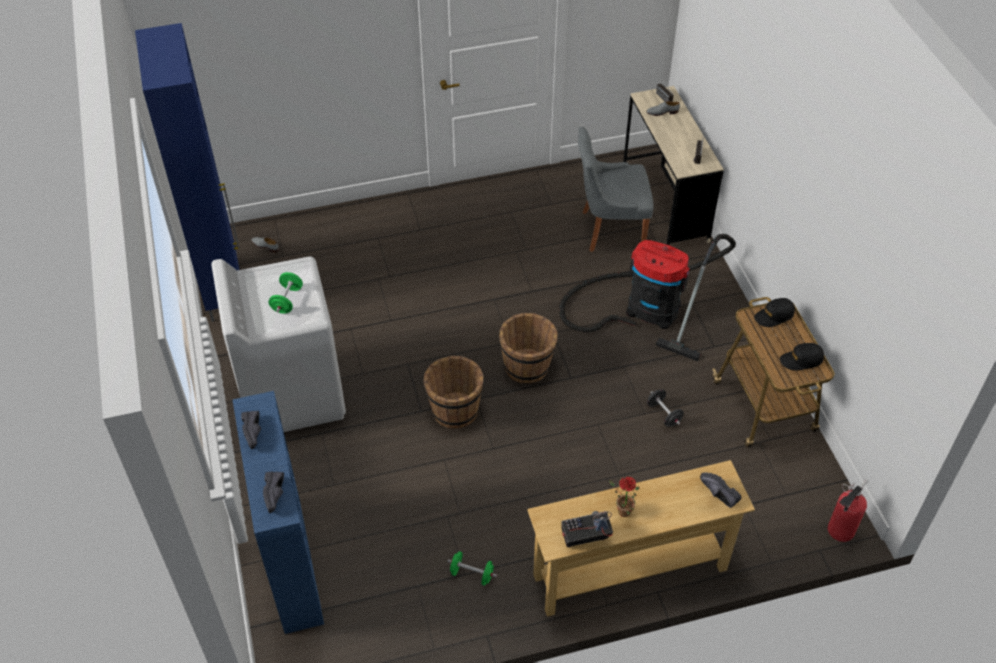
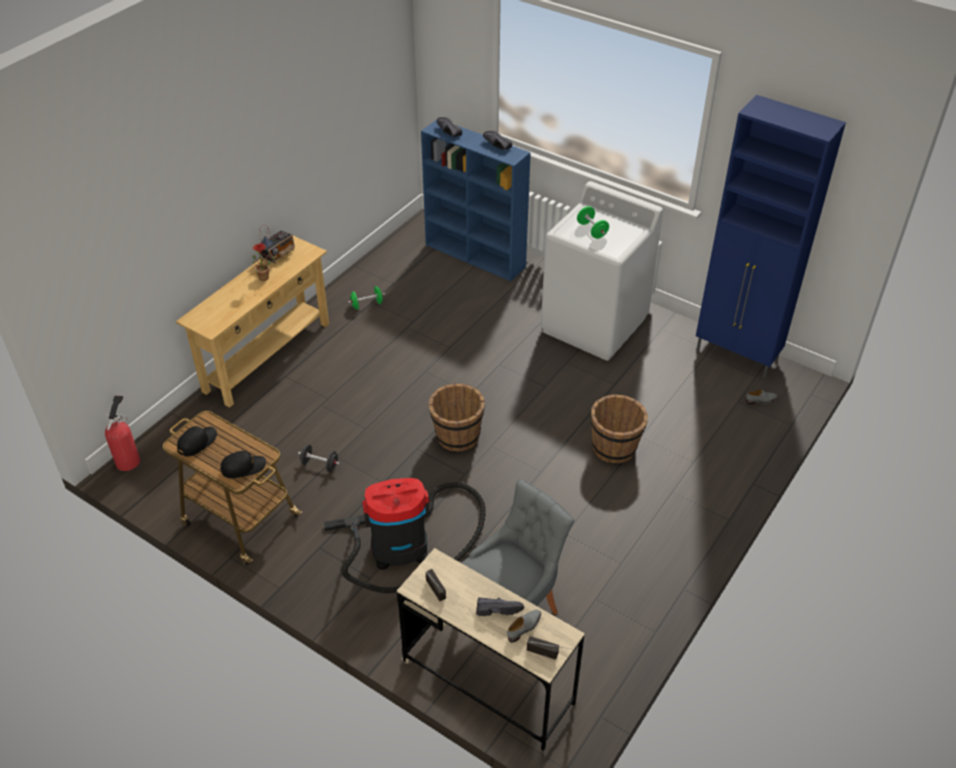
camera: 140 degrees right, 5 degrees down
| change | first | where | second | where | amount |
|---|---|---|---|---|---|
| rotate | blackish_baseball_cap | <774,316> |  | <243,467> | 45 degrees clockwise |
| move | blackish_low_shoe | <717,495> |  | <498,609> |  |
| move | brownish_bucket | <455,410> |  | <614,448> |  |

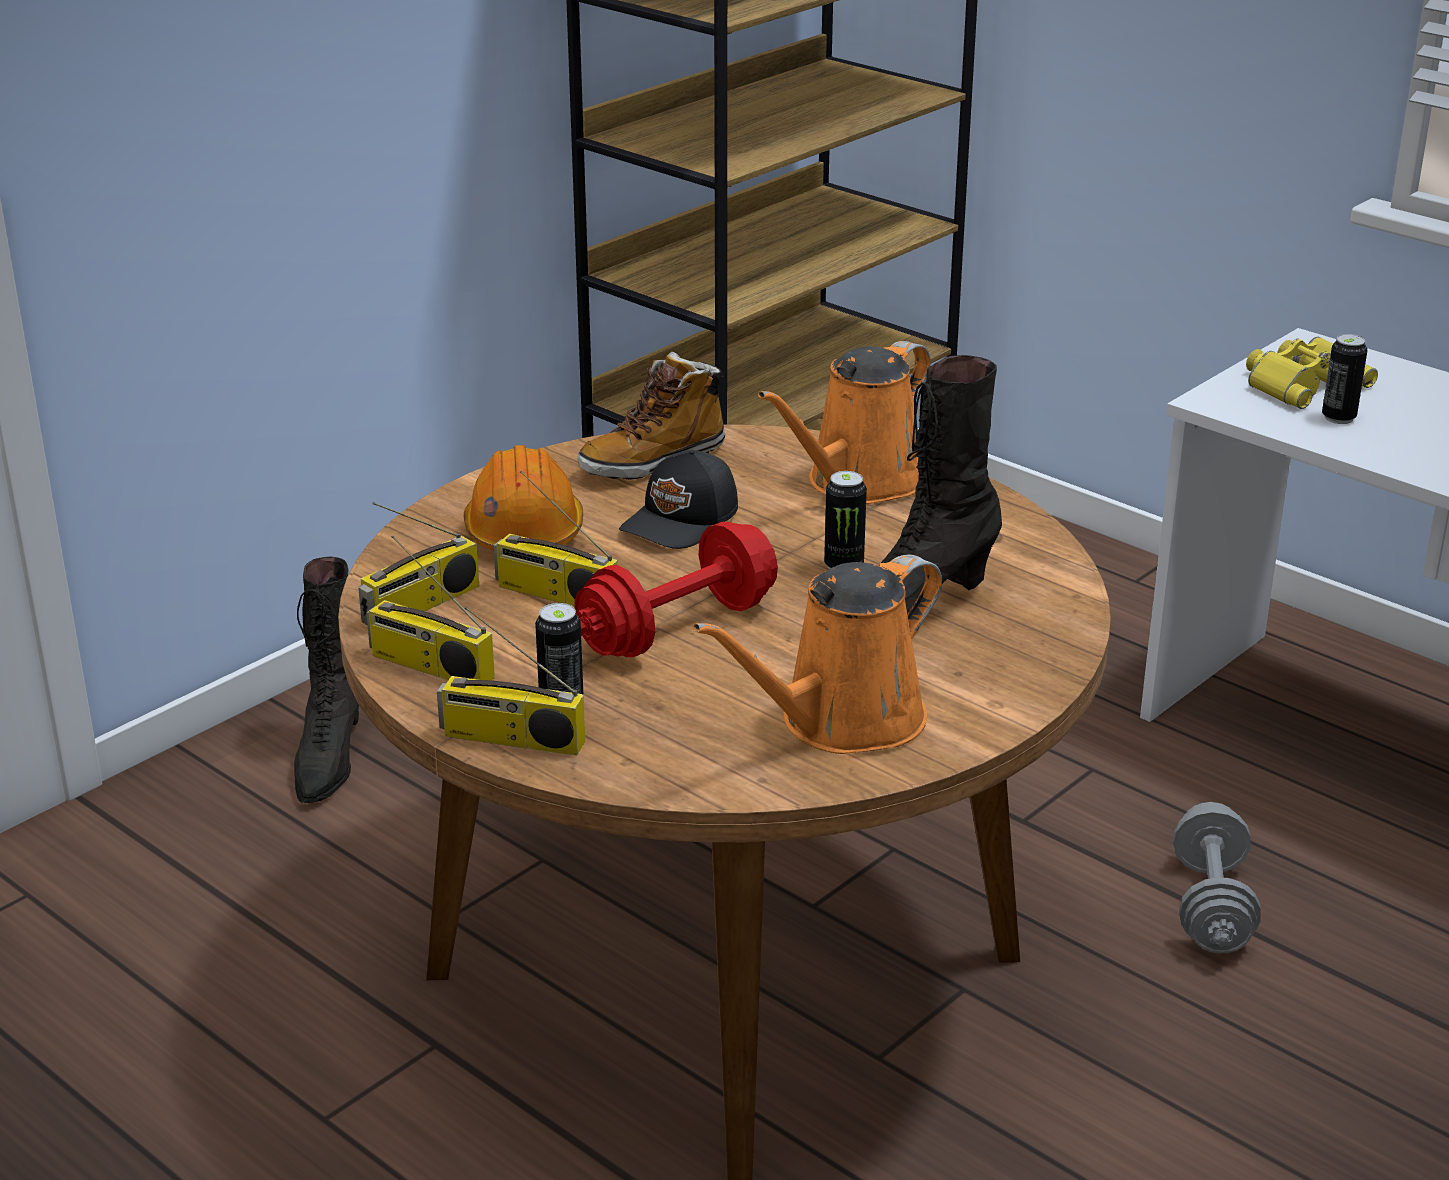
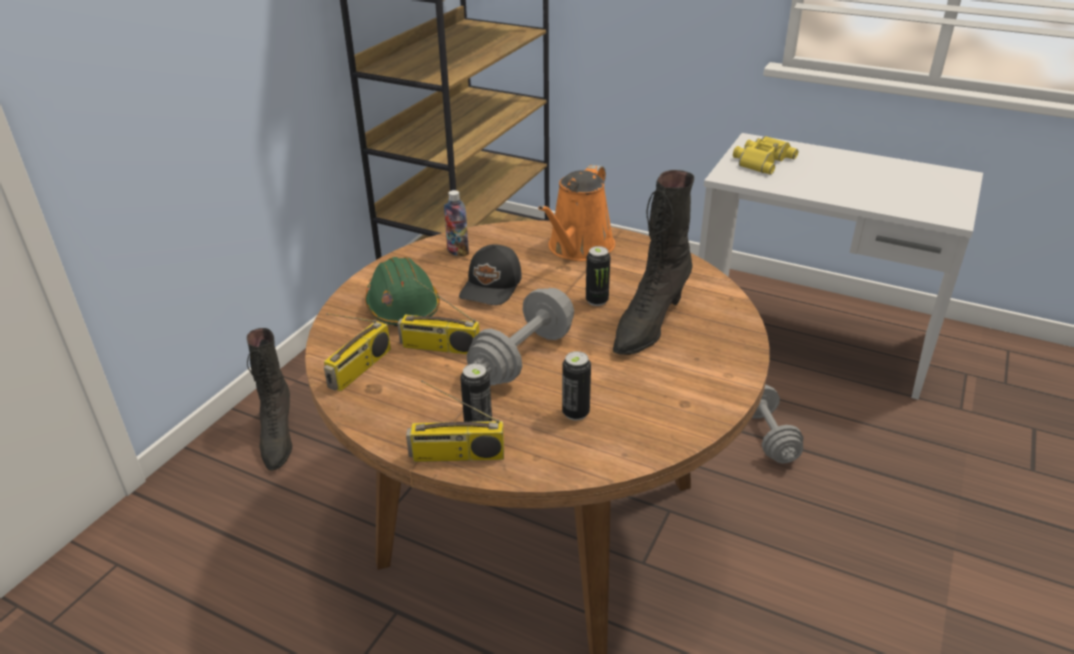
camera: 15 degrees left, 5 degrees up
| change | first | where | second | where | amount |
|---|---|---|---|---|---|
| recolor | orange_safety_helmet | <524,531> | green_safety_helmet | <402,307> |  |
| replace | tall_boot | <653,461> | bottle | <458,252> |  |
| recolor | red_hand_weight | <677,628> | greyish_hand_weight | <522,357> |  |
| move | can | <1338,418> |  | <575,413> |  |
| delete | radio_set | <429,667> |  |  |  |
| delete | orange_watering_can | <841,722> |  |  |  |

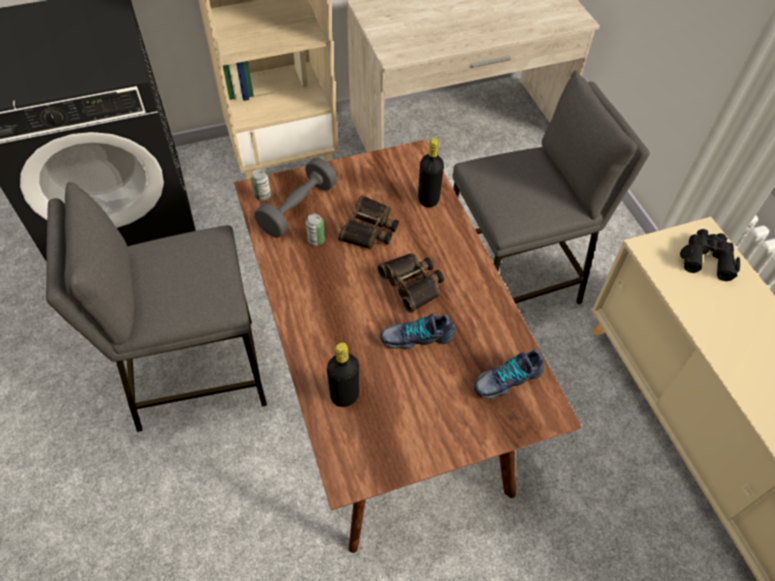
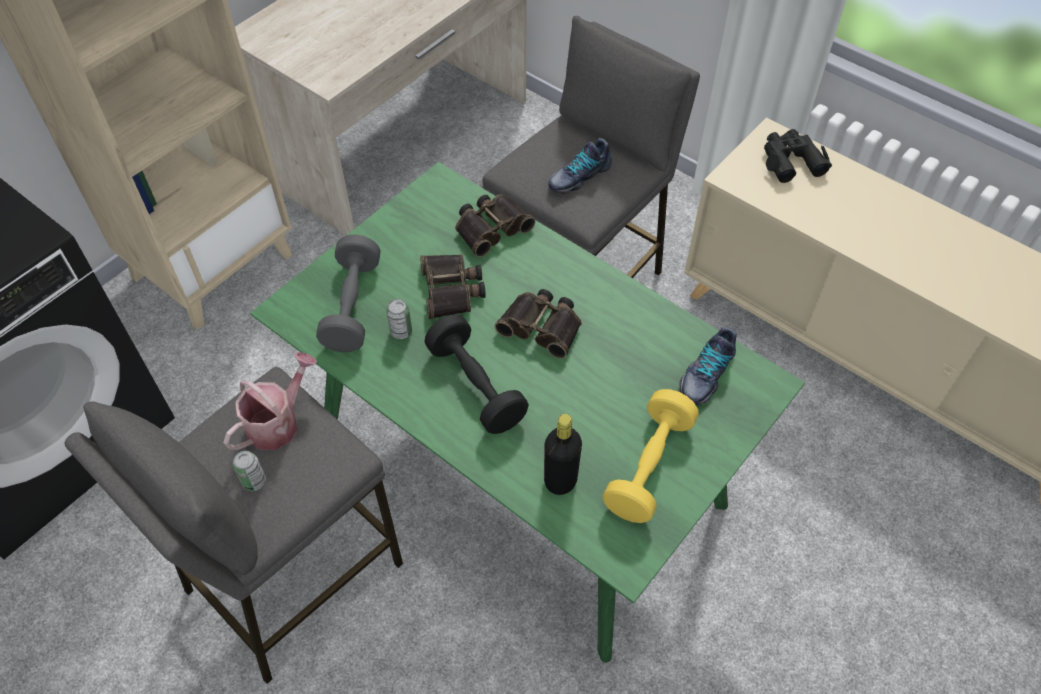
camera: 30 degrees left, 0 degrees up
| change | first | where | second | where | amount |
|---|---|---|---|---|---|
| insert |  |  | watering_can | <278,422> |  |
| move | can | <263,196> |  | <254,481> |  |
| recolor | brownish_dining_table | <386,388> | green_dining_table | <523,469> |  |
| insert |  |  | blackish_hand_weight | <476,386> |  |
| replace | blackish_bottle | <428,199> | pair_of_binoculars | <491,227> |  |
| move | low_shoe | <417,336> |  | <578,176> |  |
| insert |  |  | yellow-coloured_hand_weight | <649,466> |  |

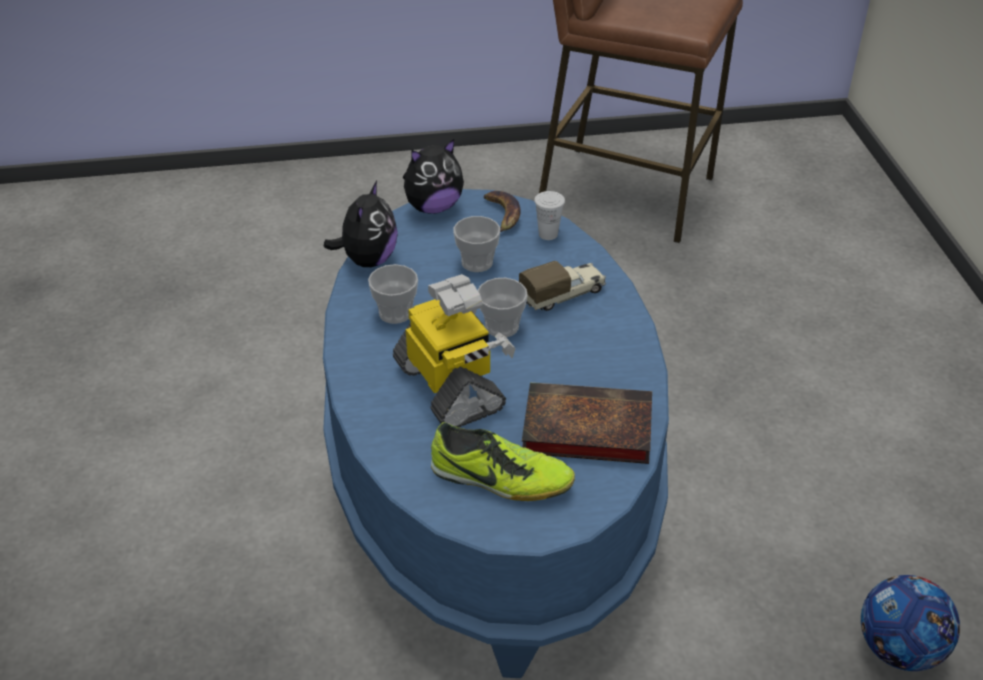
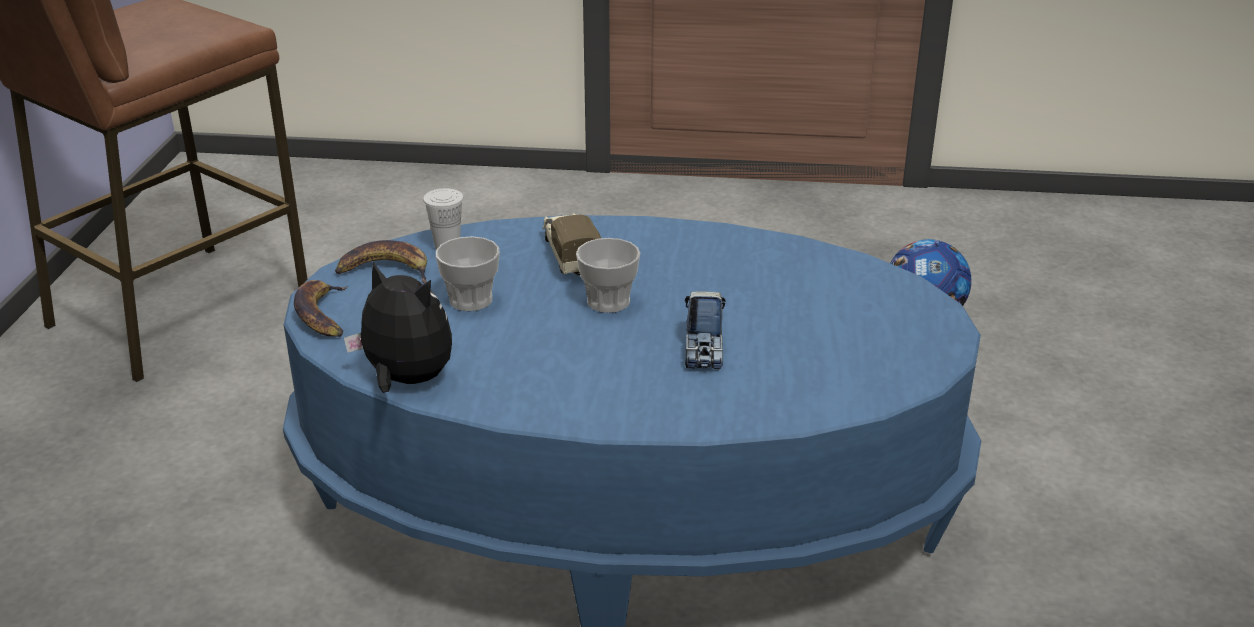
camera: 75 degrees left, 10 degrees down
| change | first | where | second | where | amount |
|---|---|---|---|---|---|
| replace | cuddly_toy | <433,207> | banana_fruit | <322,315> |  |
| replace | toy_robot | <451,387> | toy_lorry | <704,349> |  |
| delete | drinking_cup | <395,313> |  |  |  |
| delete | low_shoe | <500,479> |  |  |  |
| delete | book | <583,429> |  |  |  |

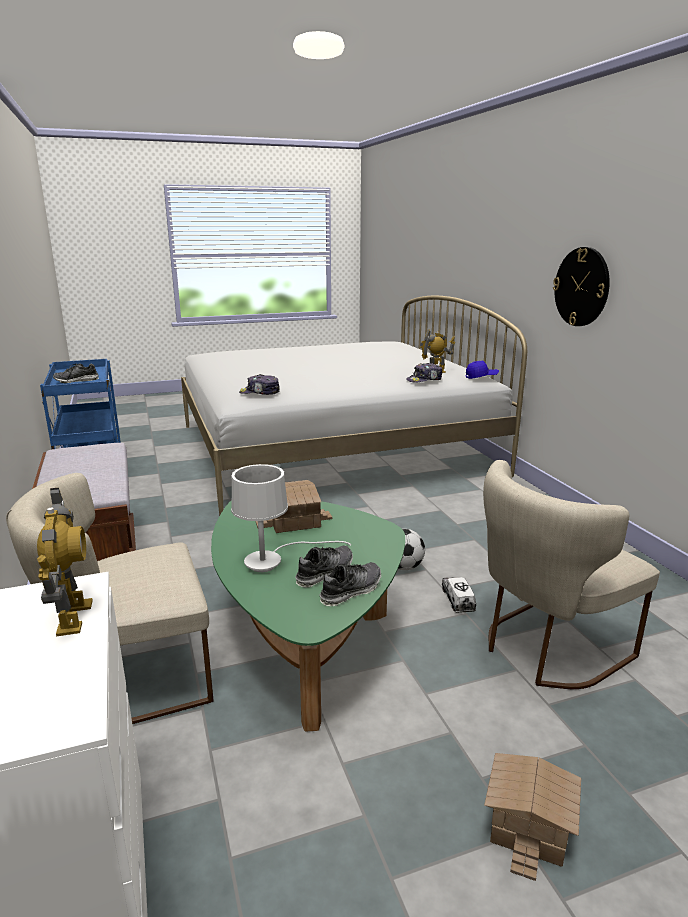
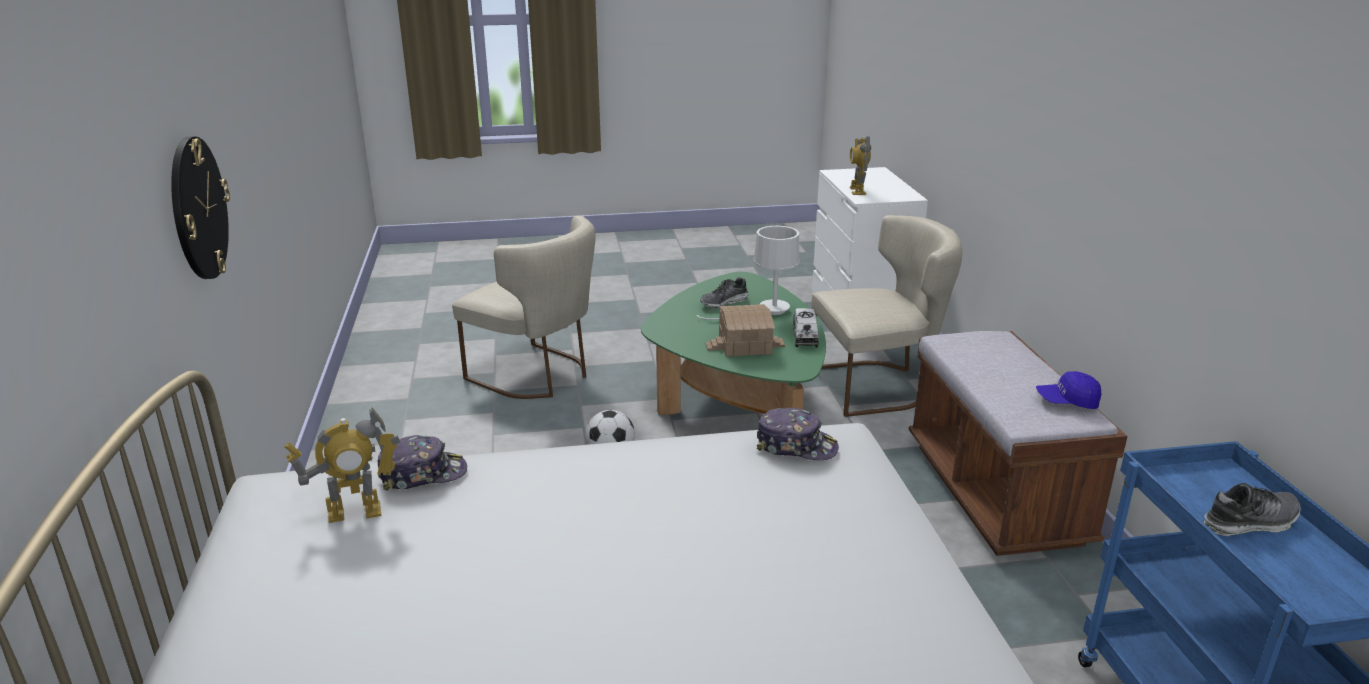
camera: 170 degrees left, 5 degrees up
| change | first | where | second | where | amount |
|---|---|---|---|---|---|
| rotate | beige_upright_chair | <546,649> |  | <537,375> | 60 degrees clockwise |
| move | toy_lorry | <457,600> |  | <805,337> |  |
| move | blue-coloured_baseball_cap | <481,377> |  | <1067,402> |  |
| delete | low_shoe | <351,591> |  |  |  |
| delete | toy_house | <531,825> |  |  |  |

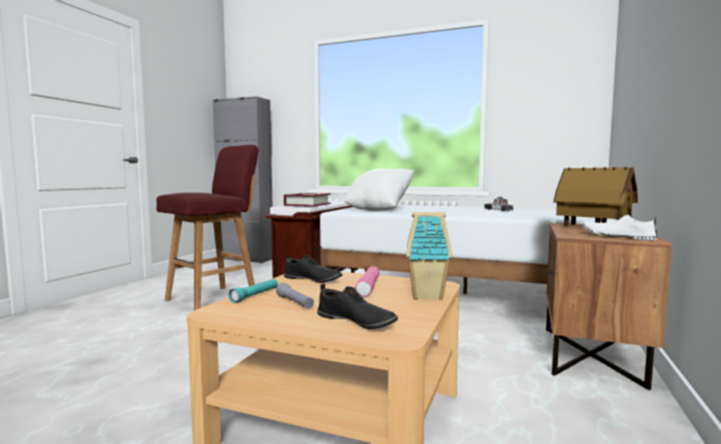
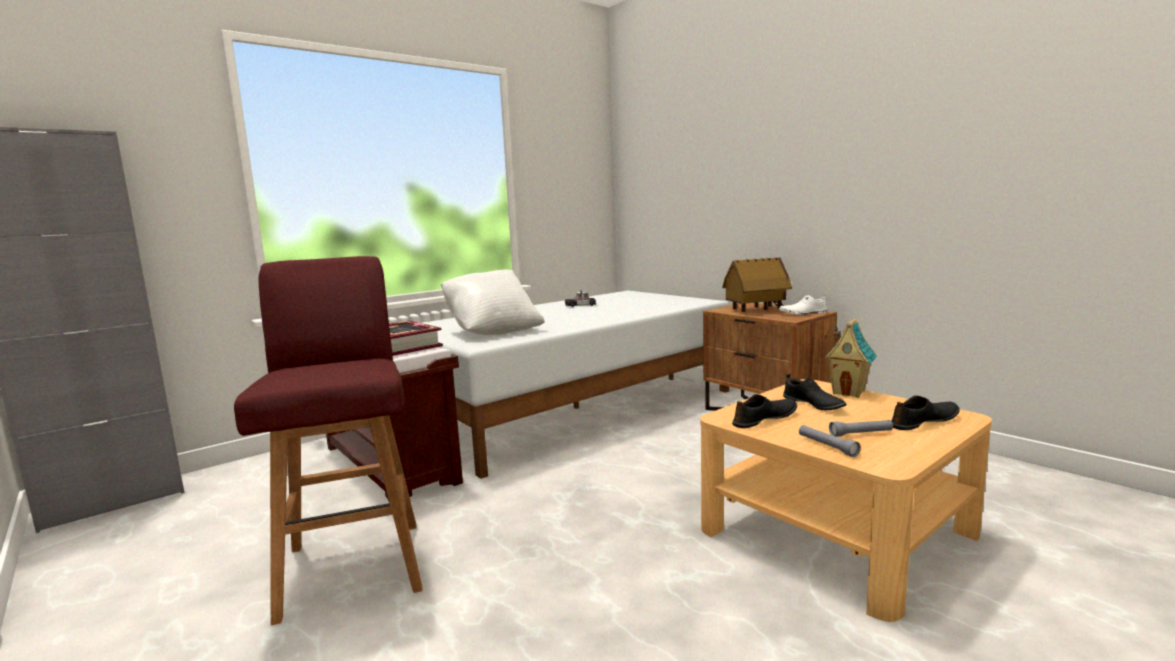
camera: 60 degrees left, 5 degrees up
| change | first | where | second | where | amount |
|---|---|---|---|---|---|
| replace | pink_flashlight | <369,288> | blackish_low_shoe | <813,404> |  |
| recolor | turquoise-coloured_flashlight | <255,296> | greyish_flashlight | <827,446> |  |

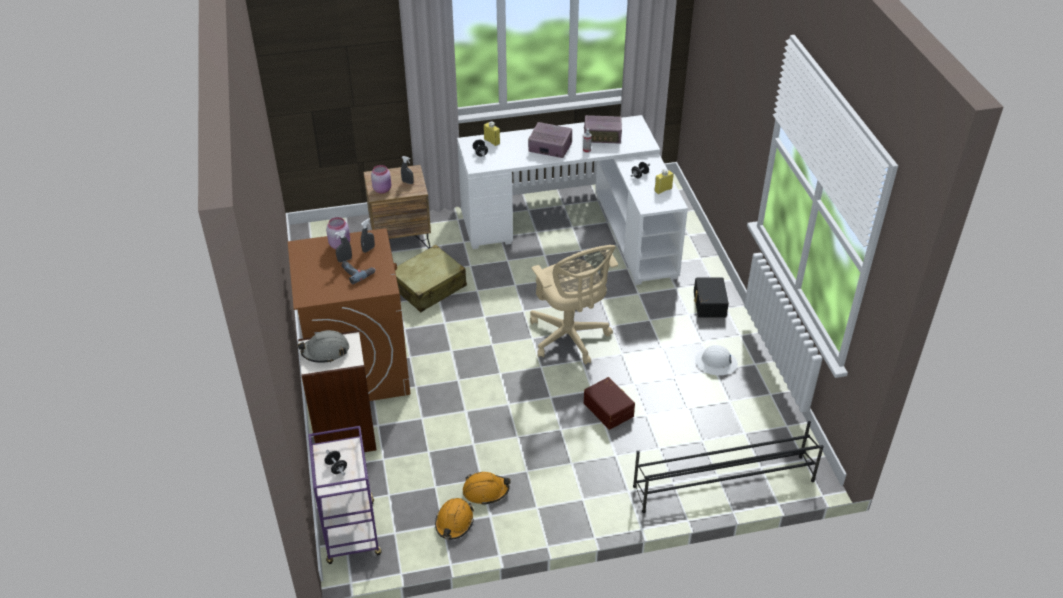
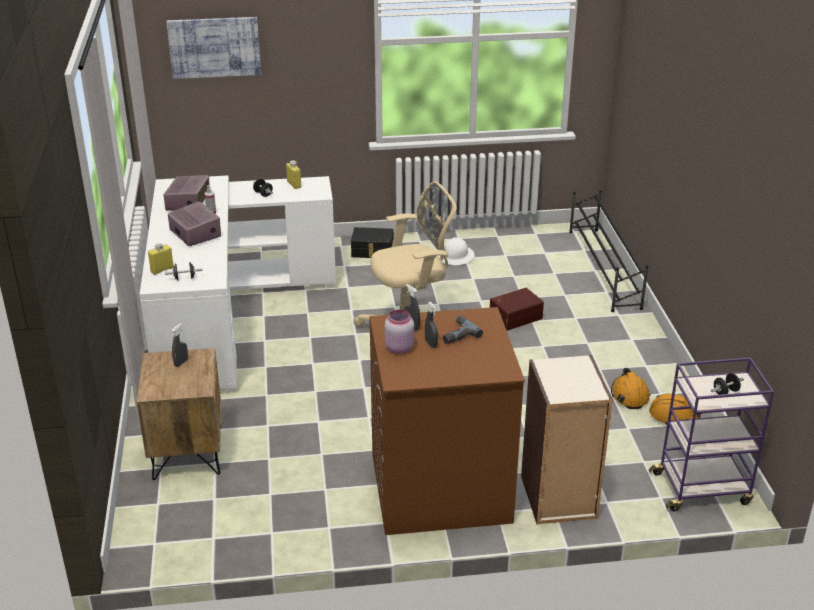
camera: 85 degrees left, 10 degrees down
| change | first | where | second | where | amount |
|---|---|---|---|---|---|
| insert |  |  | wall_picture | <214,47> |  |
| rotate | radio_set | <550,148> |  | <195,234> | 120 degrees clockwise |
| delete | greyish_safety_helmet | <325,351> |  |  |  |
| delete | pink_preserve_jar | <382,189> |  |  |  |
| delete | beige_travel_case | <429,287> |  |  |  |

